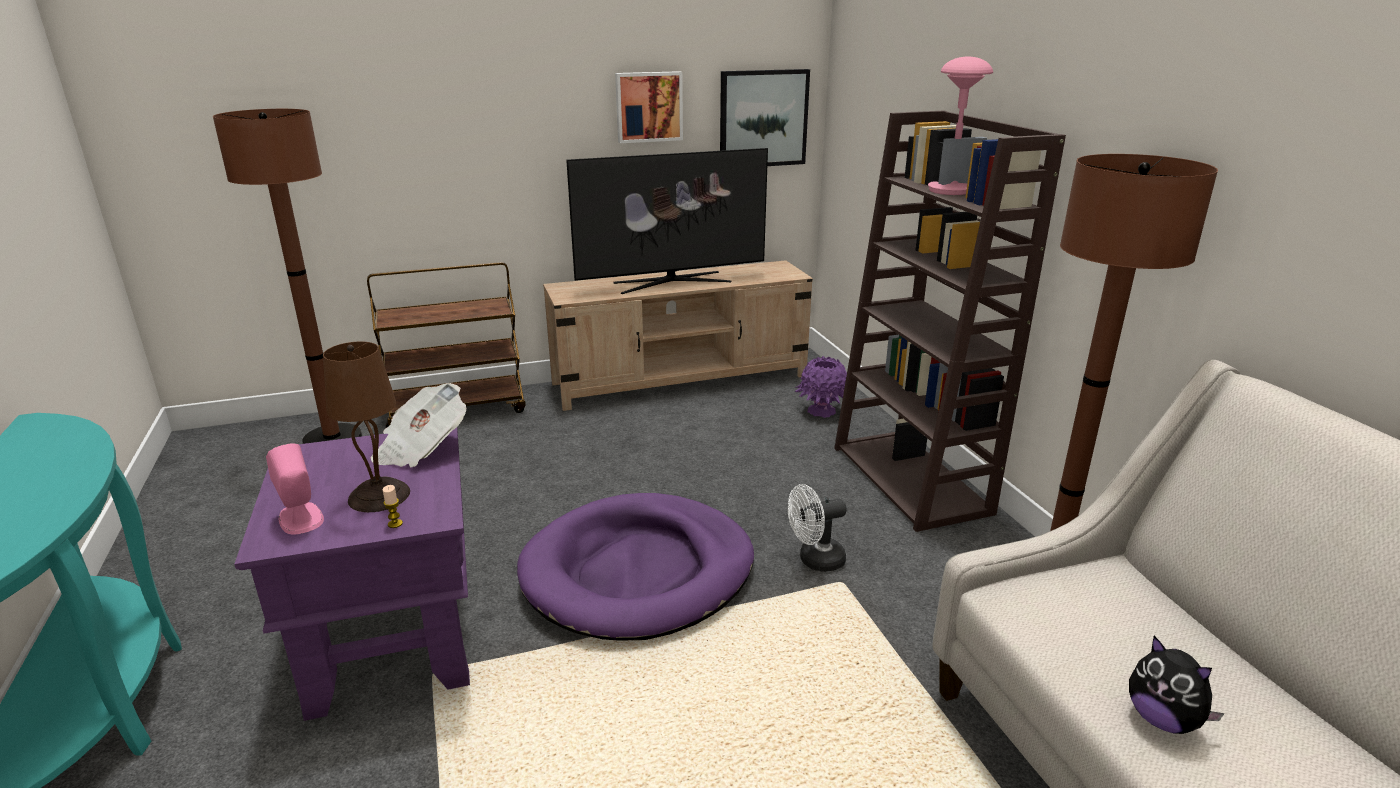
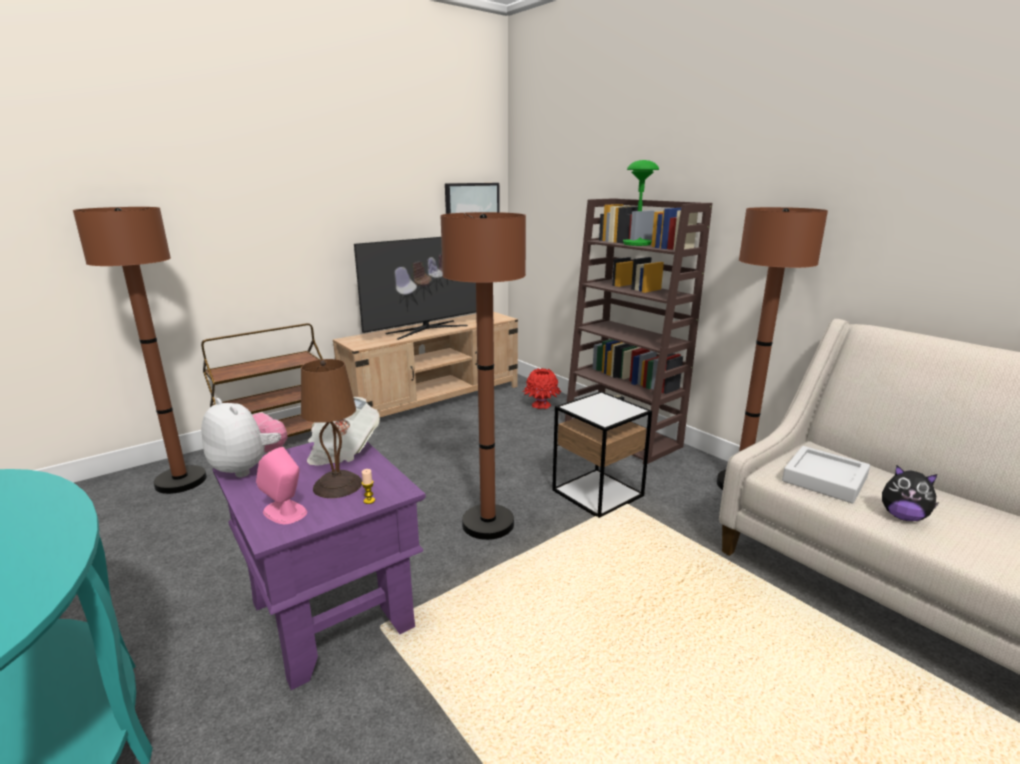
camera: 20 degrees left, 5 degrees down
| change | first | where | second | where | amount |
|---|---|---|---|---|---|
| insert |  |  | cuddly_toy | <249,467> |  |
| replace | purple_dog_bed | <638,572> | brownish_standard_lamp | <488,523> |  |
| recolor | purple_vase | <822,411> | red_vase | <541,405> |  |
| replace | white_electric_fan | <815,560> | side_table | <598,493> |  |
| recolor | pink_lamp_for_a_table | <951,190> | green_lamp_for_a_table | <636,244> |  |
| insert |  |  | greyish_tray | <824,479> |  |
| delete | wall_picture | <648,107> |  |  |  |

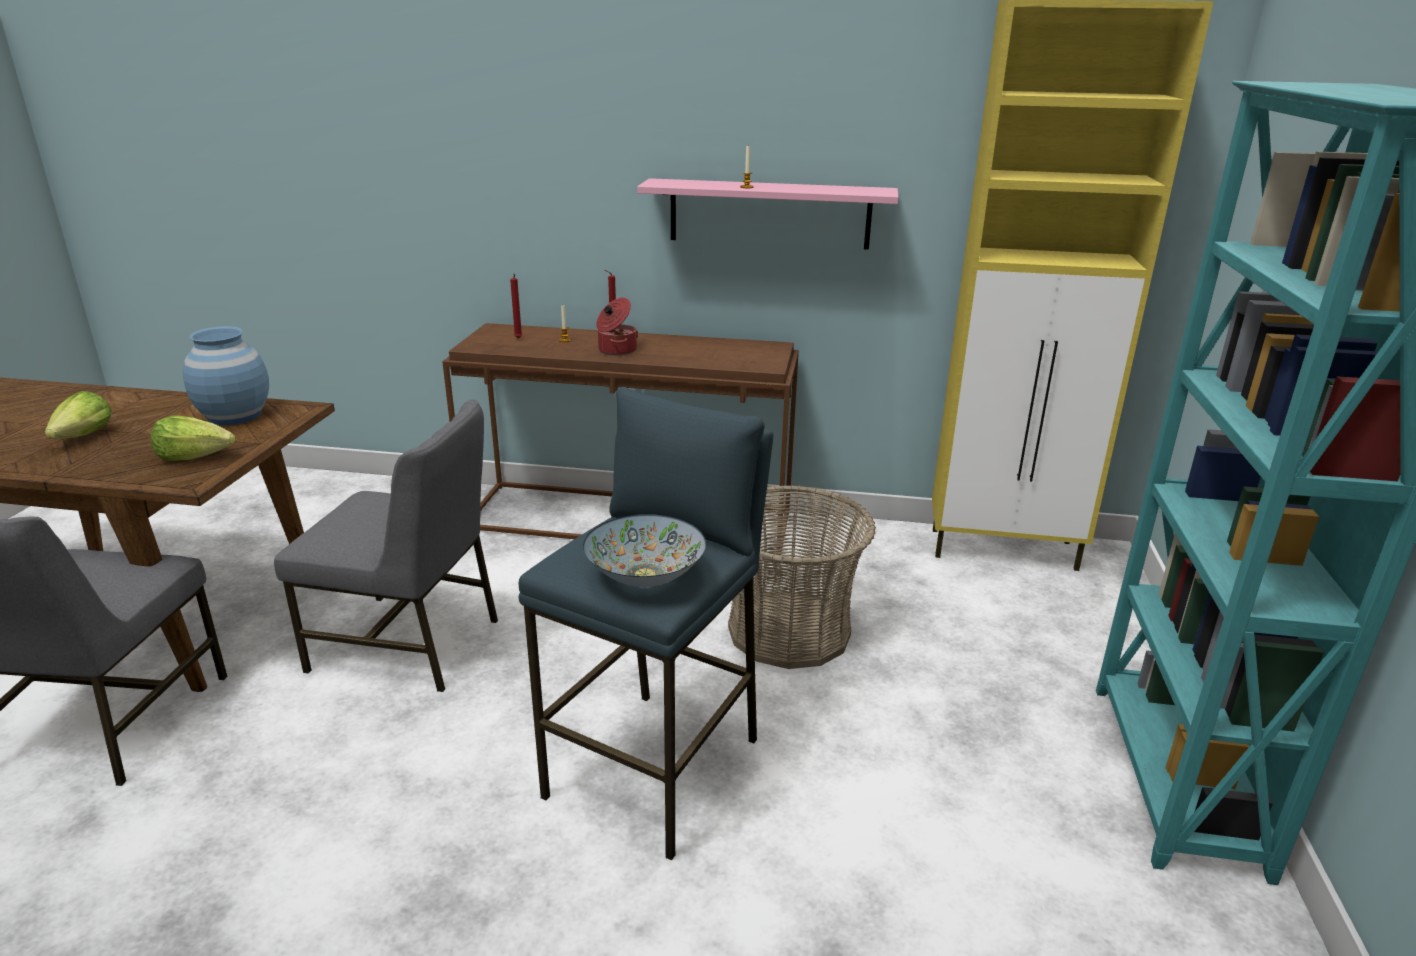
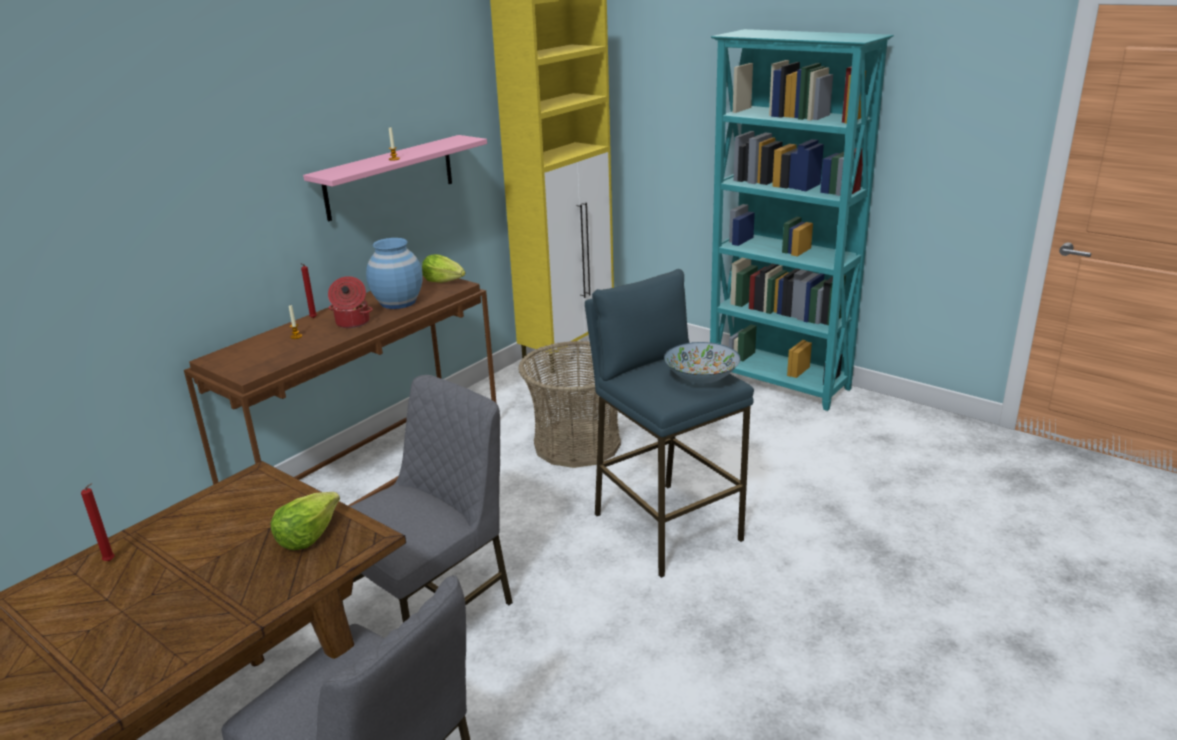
camera: 60 degrees left, 0 degrees up
| change | first | where | second | where | amount |
|---|---|---|---|---|---|
| move | red_wax_candle | <518,338> |  | <111,561> |  |
| move | blue-coloured_vase | <234,416> |  | <398,302> |  |
| move | lettuce | <84,436> |  | <444,281> |  |

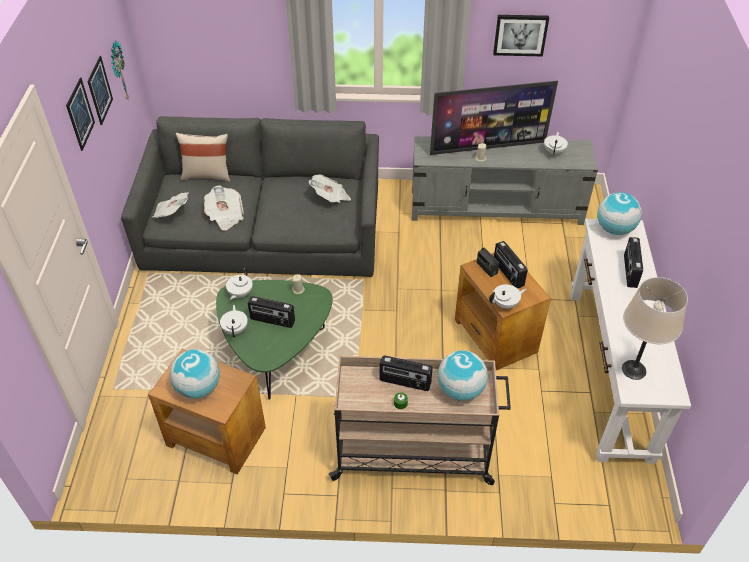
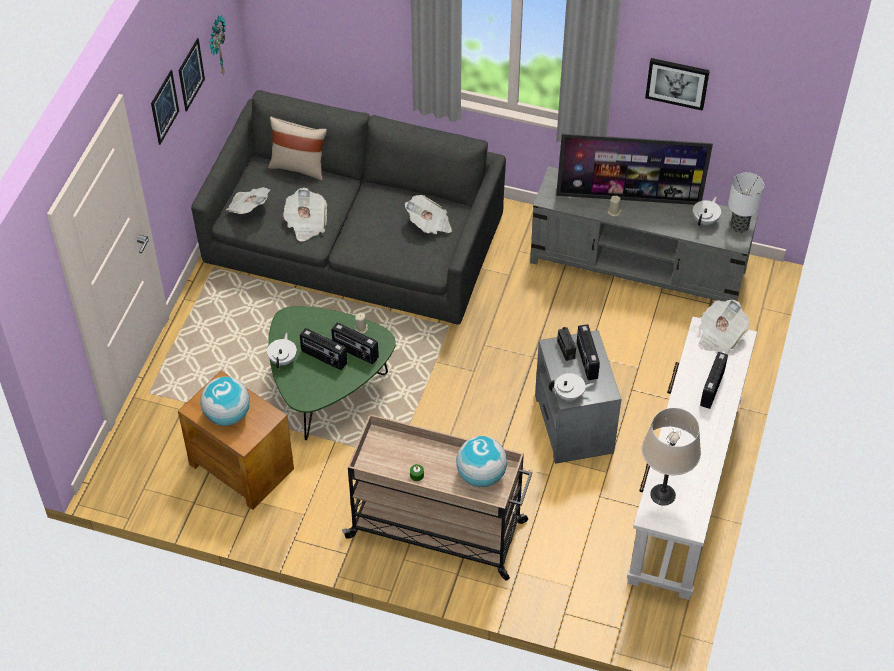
camera: 15 degrees right, 5 degrees up
| change | first | where | second | where | amount |
|---|---|---|---|---|---|
| move | radio_set | <405,382> |  | <355,352> |  |
| recolor | brownish_side_table | <495,336> | greyish_side_table | <573,424> |  |
| replace | world_globe | <614,229> | daily_paper | <719,335> |  |
| insert |  |  | lamp_for_a_table | <739,226> |  |
| delete | white_pot_for_tea | <240,294> |  |  |  |

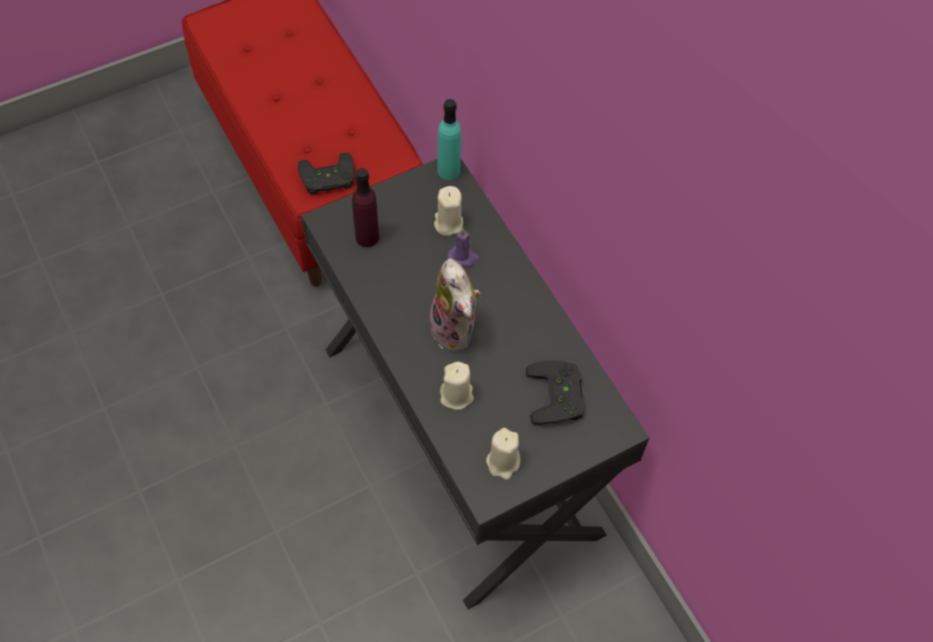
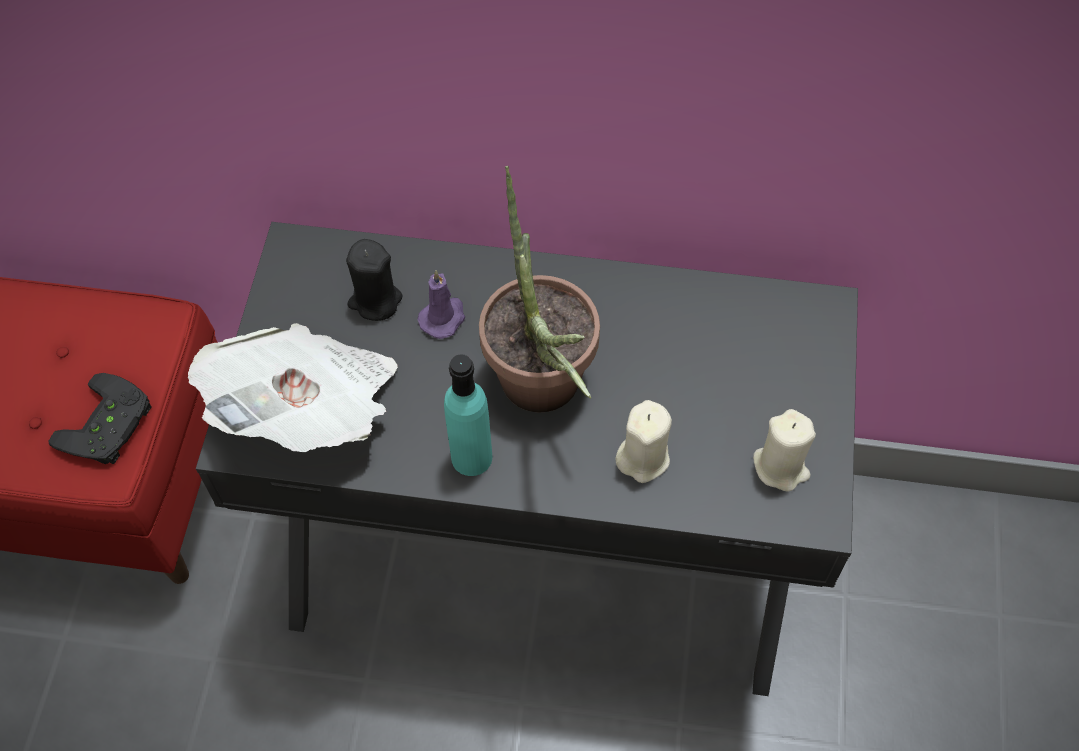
camera: 50 degrees left, 0 degrees up
| change | first | where | second | where | amount |
|---|---|---|---|---|---|
| replace | purple_bottle | <367,237> | daily_paper | <309,408> |  |
| recolor | beige_wax_candle | <448,223> | blackish_wax_candle | <375,300> |  |
| move | turquoise-coloured_bottle | <448,170> |  | <471,457> |  |
| replace | cuddly_toy | <456,329> | plant_in_a_pot | <544,395> |  |
| delete | blackish_gamepad | <559,396> |  |  |  |

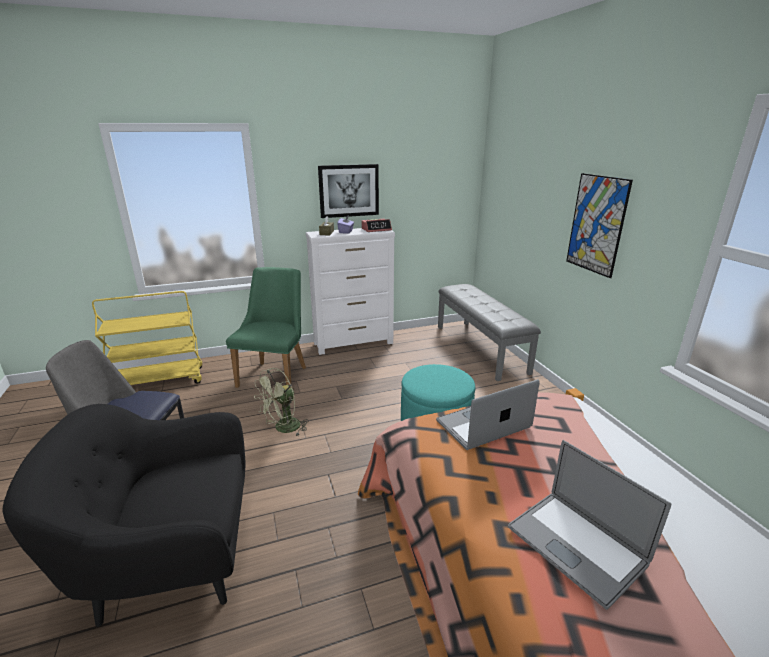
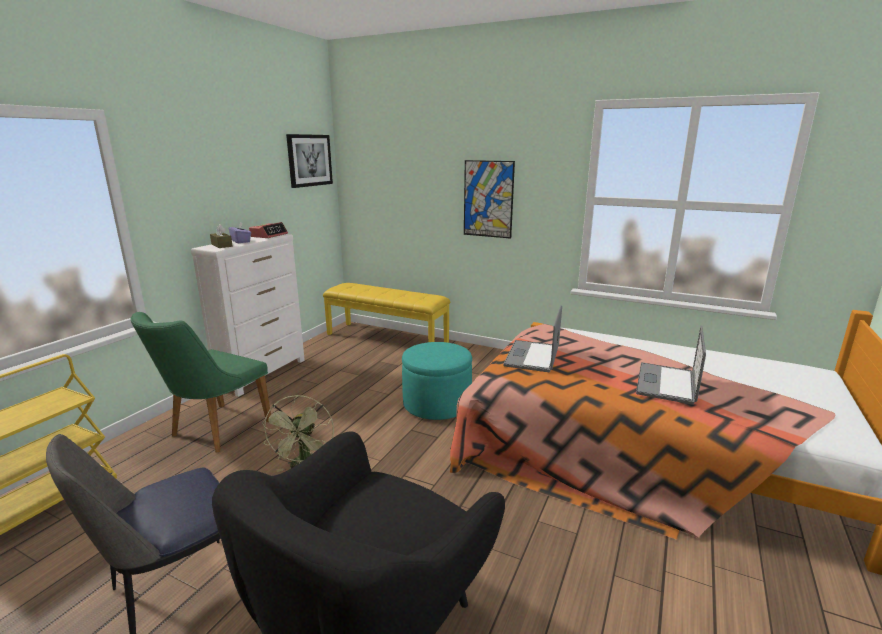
camera: 45 degrees left, 5 degrees down
| change | first | where | second | where | amount |
|---|---|---|---|---|---|
| rotate | green_upright_chair | <276,373> |  | <213,431> | 120 degrees counterclockwise |
| move | wall_picture | <349,190> |  | <309,160> |  |
| recolor | greyish_bench | <480,348> | yellow-coloured_bench | <387,338> |  |
| rotate | laptop | <576,545> |  | <666,383> | 105 degrees clockwise |

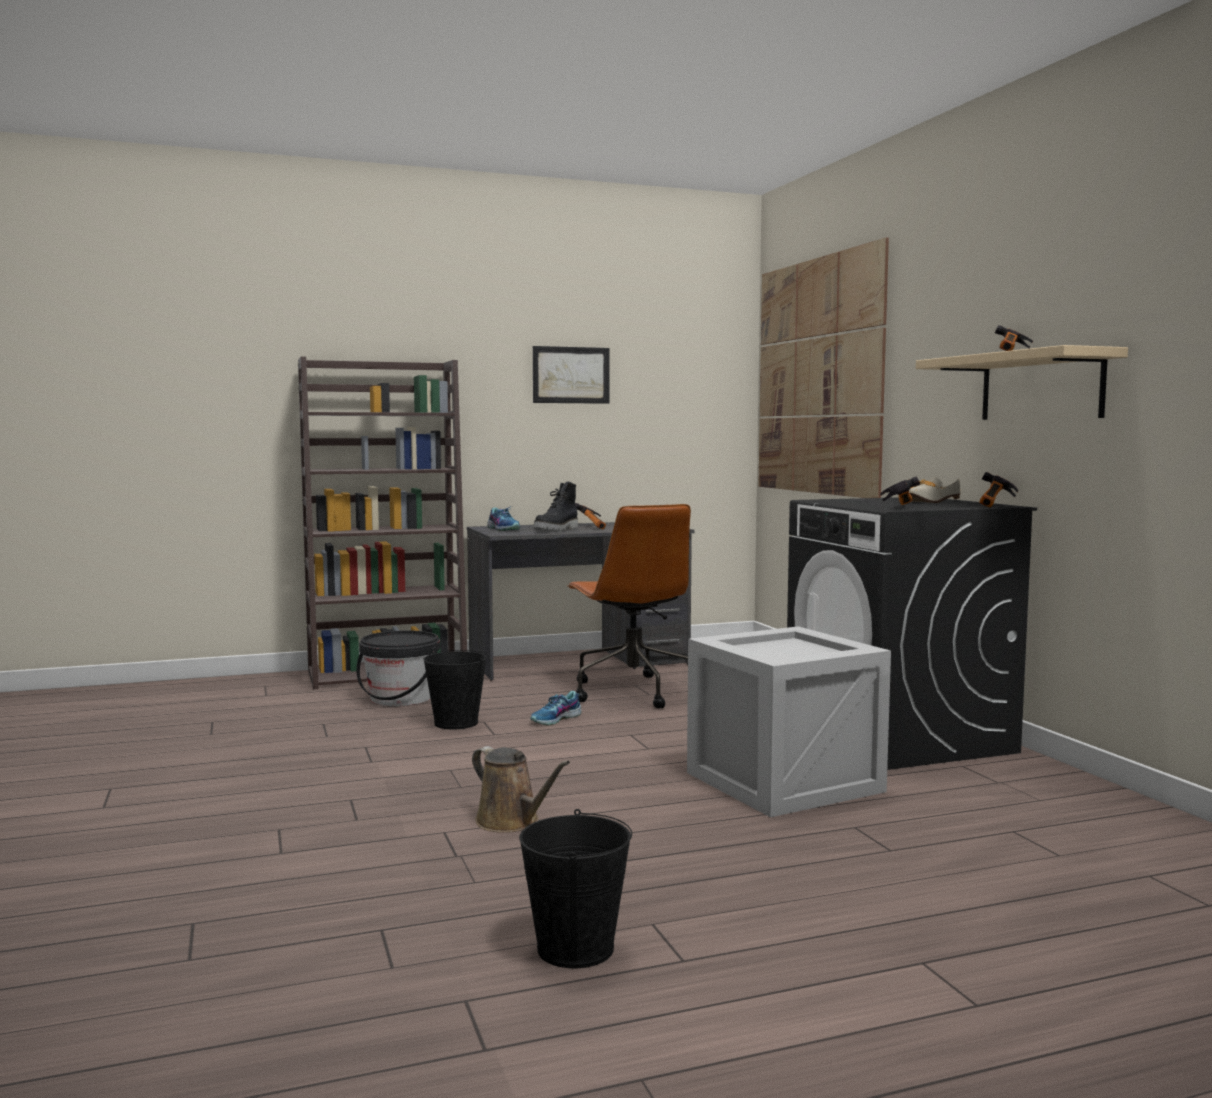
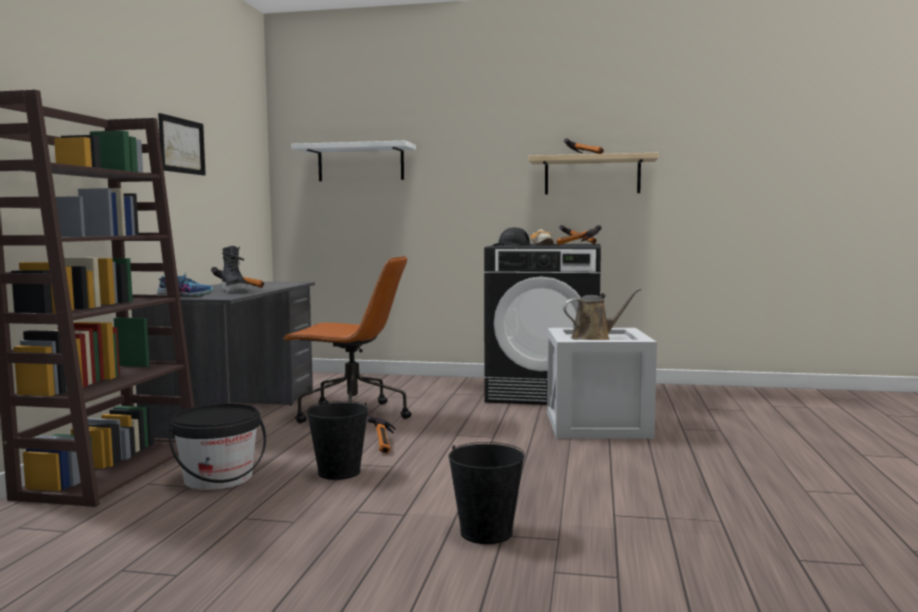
camera: 60 degrees left, 0 degrees up
| change | first | where | second | where | amount |
|---|---|---|---|---|---|
| replace | wall_picture | <818,376> | white_bracket_shelf | <360,163> |  |
| replace | low_shoe | <556,719> | hand_hammer | <385,445> |  |
| move | blackish_bucket | <574,948> |  | <486,533> |  |
| insert |  |  | blackish_baseball_cap | <511,245> |  |
| move | brownish_watering_can | <512,822> |  | <594,338> |  |

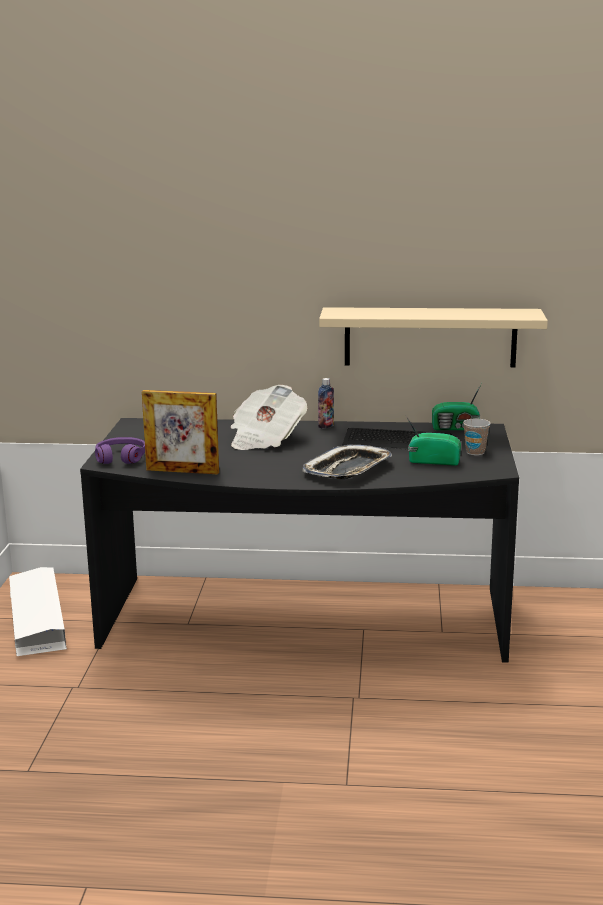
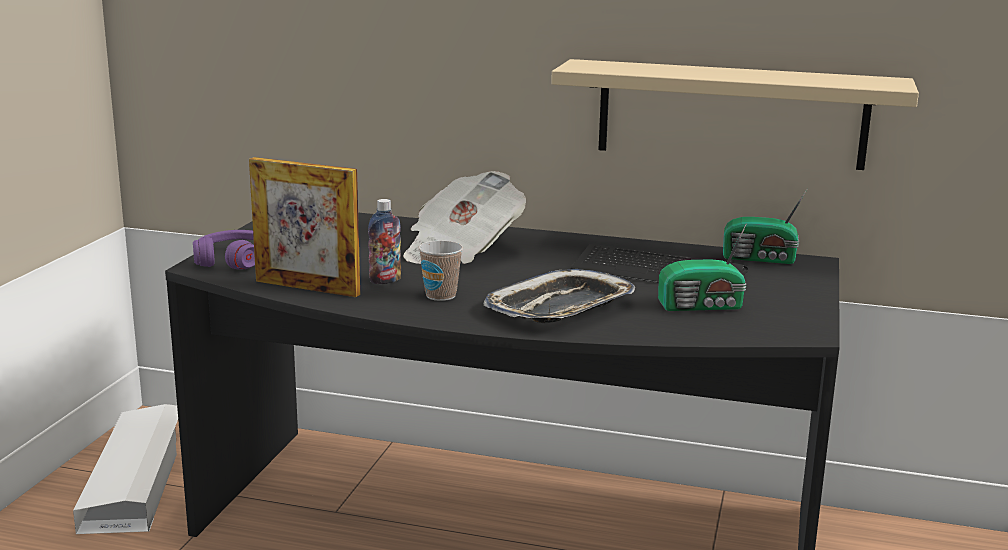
camera: 10 degrees right, 0 degrees up
| change | first | where | second | where | amount |
|---|---|---|---|---|---|
| move | bottle | <326,426> |  | <385,280> |  |
| move | drinking_cup | <475,452> |  | <440,295> |  |
| rotate | radio_set | <432,461> |  | <703,306> | 150 degrees clockwise |

